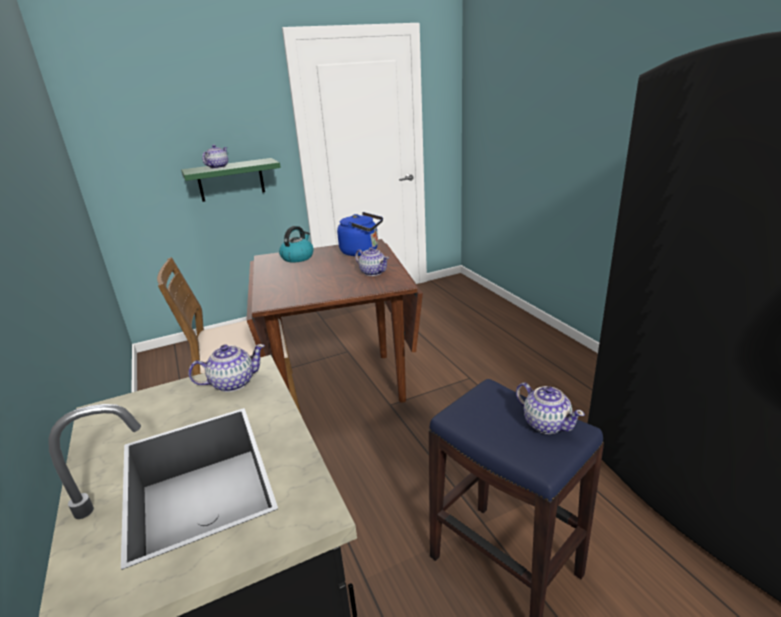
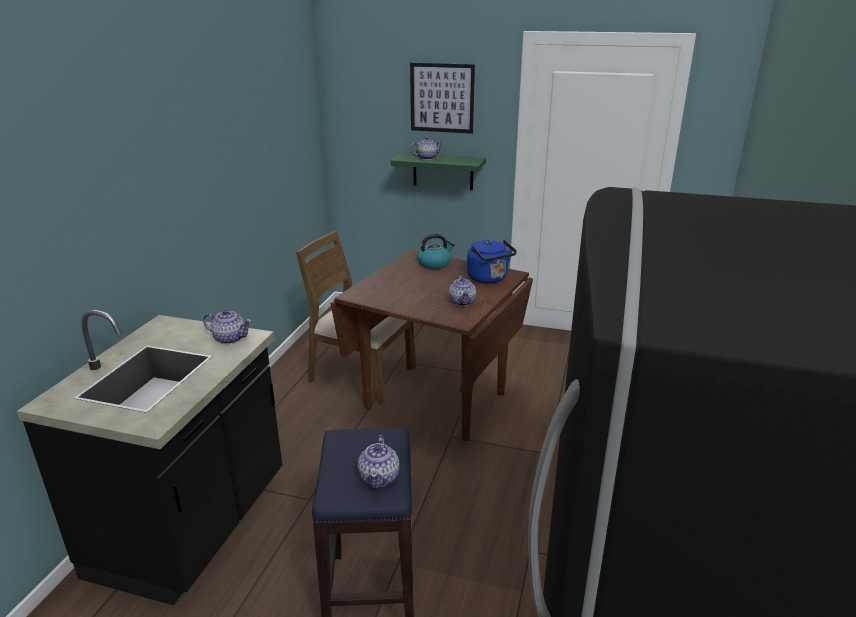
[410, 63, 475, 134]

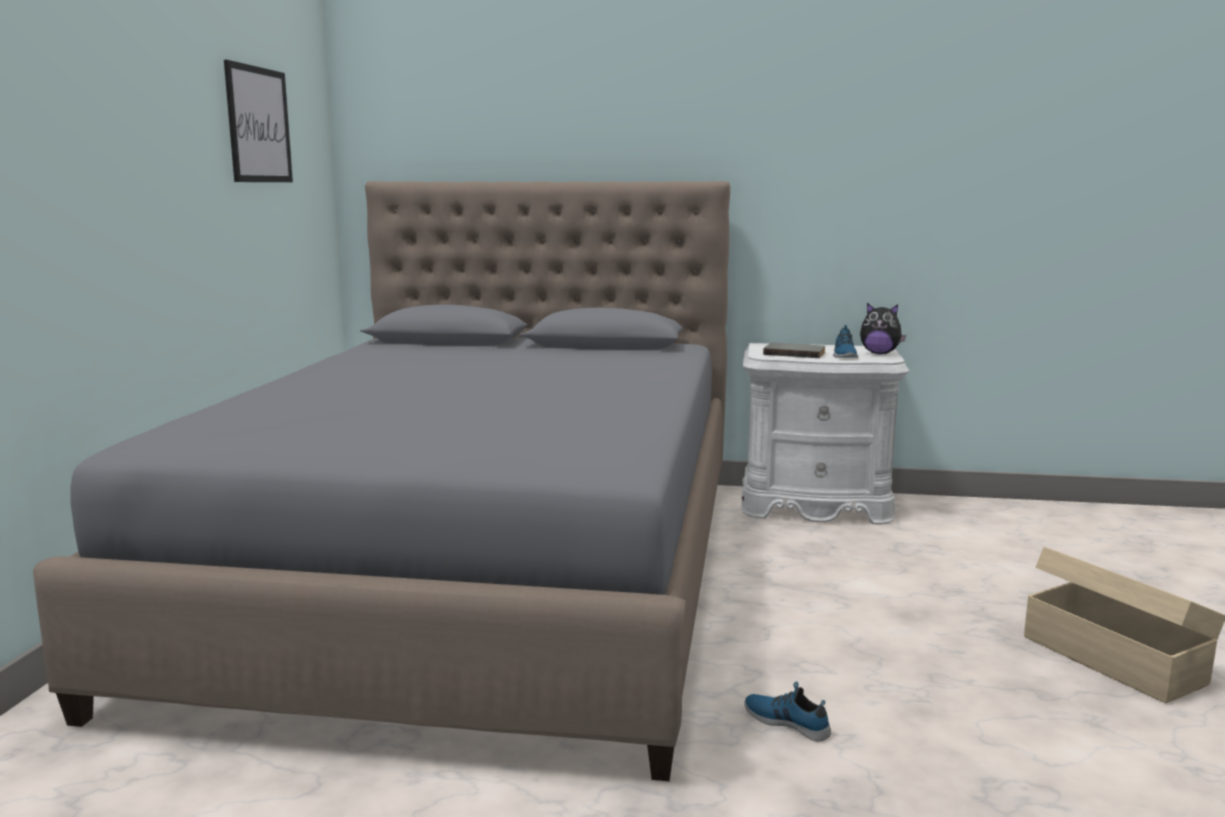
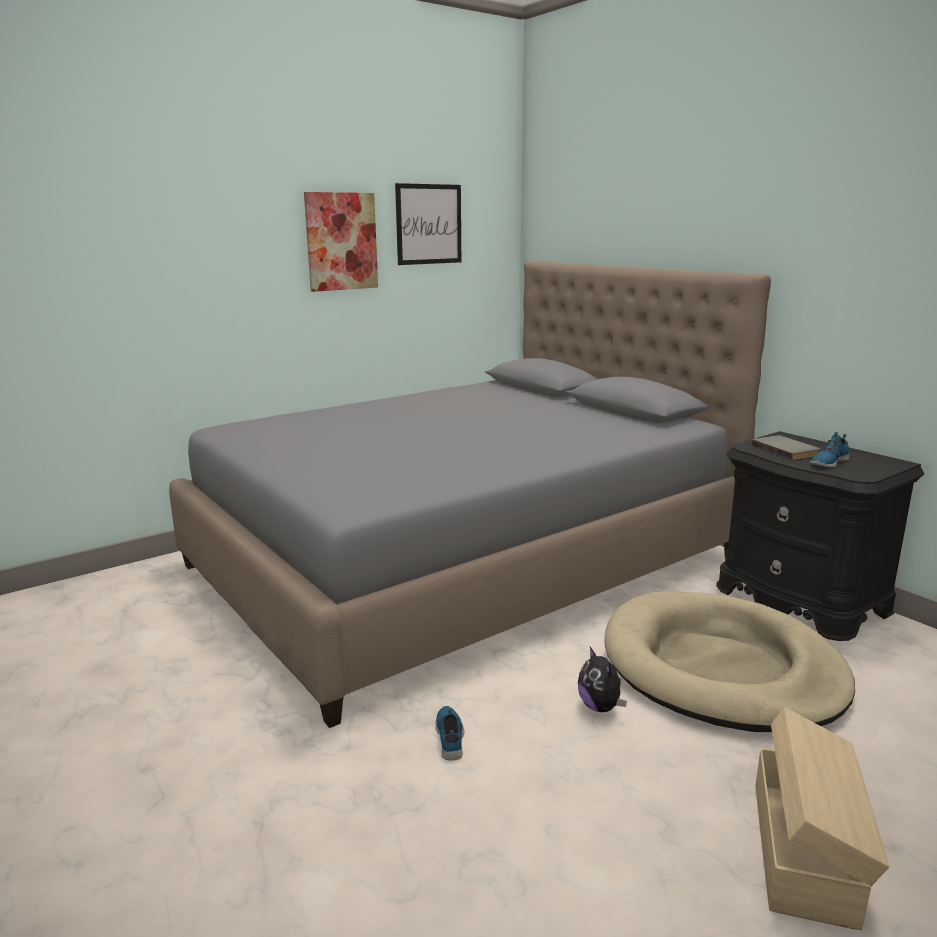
[578, 647, 627, 712]
[716, 431, 924, 641]
[304, 192, 378, 292]
[605, 591, 855, 732]

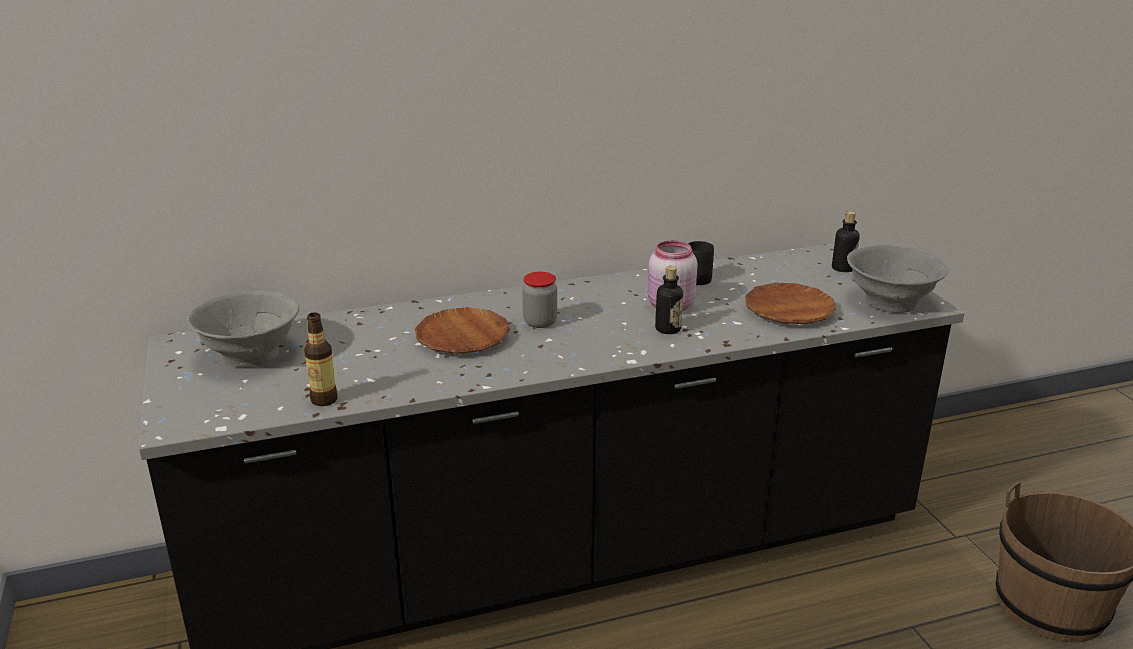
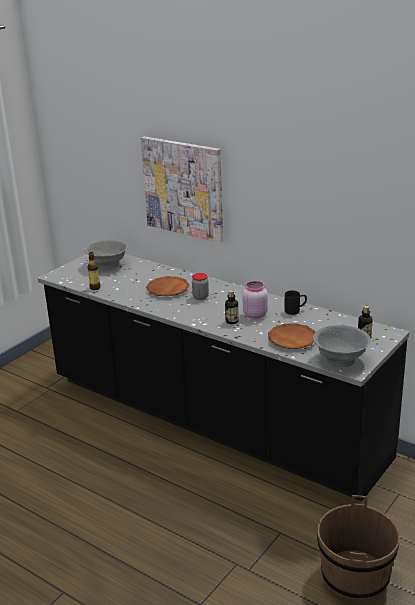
[141, 137, 223, 243]

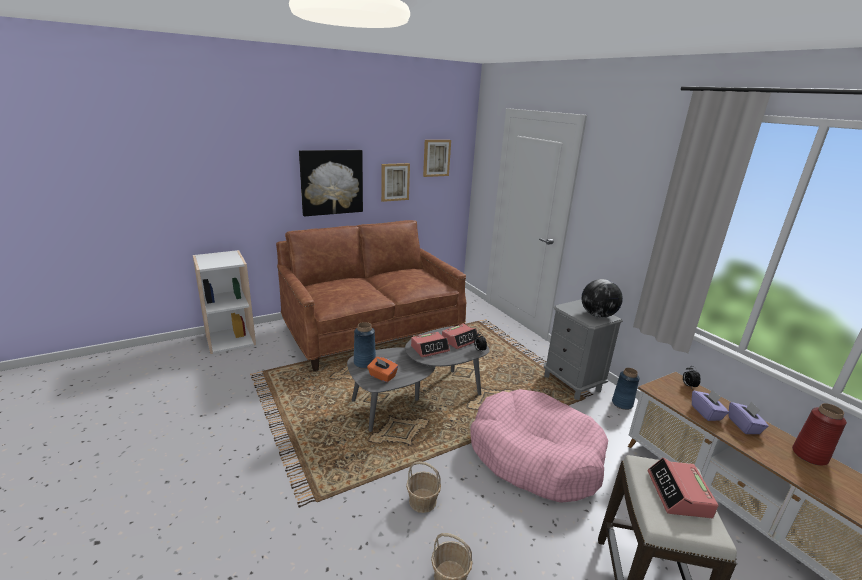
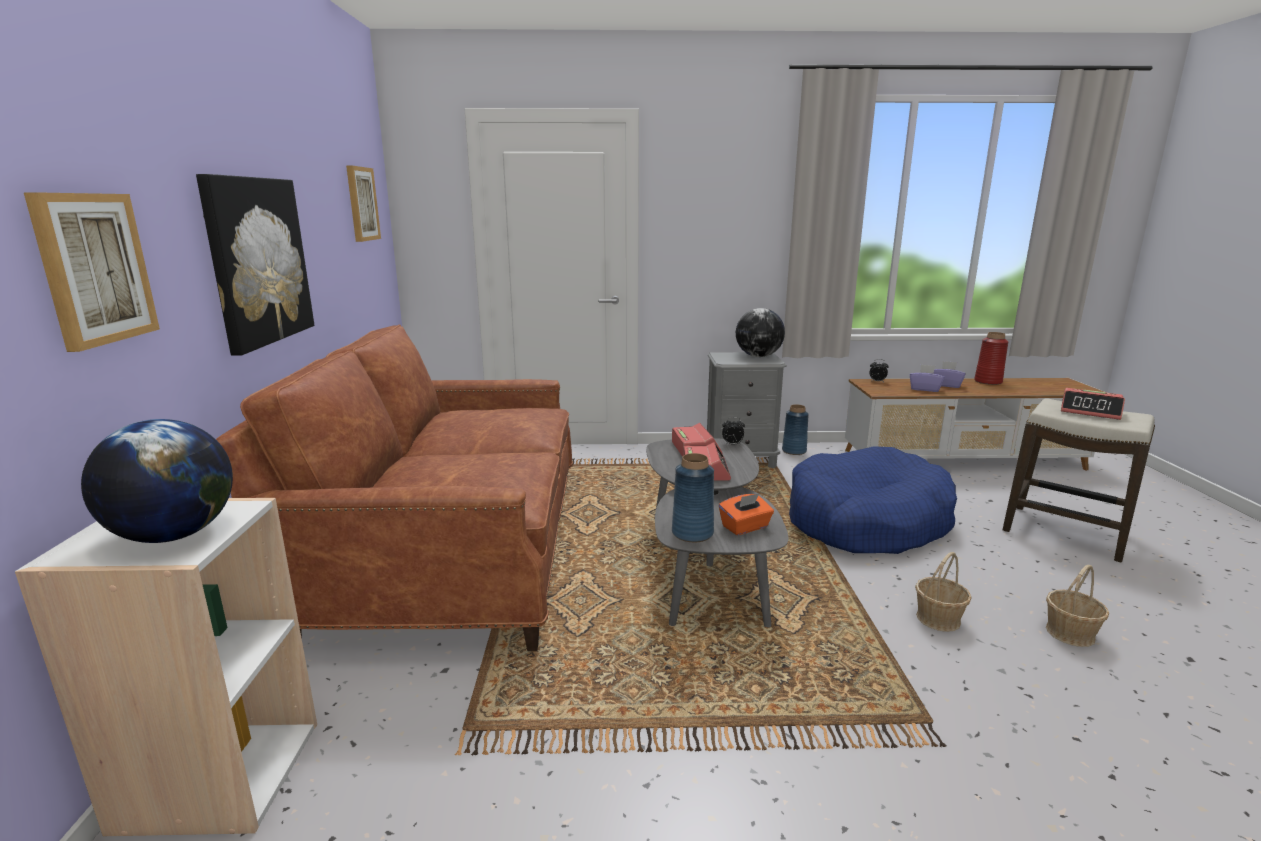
[24, 192, 160, 352]
[789, 446, 957, 554]
[81, 419, 233, 543]

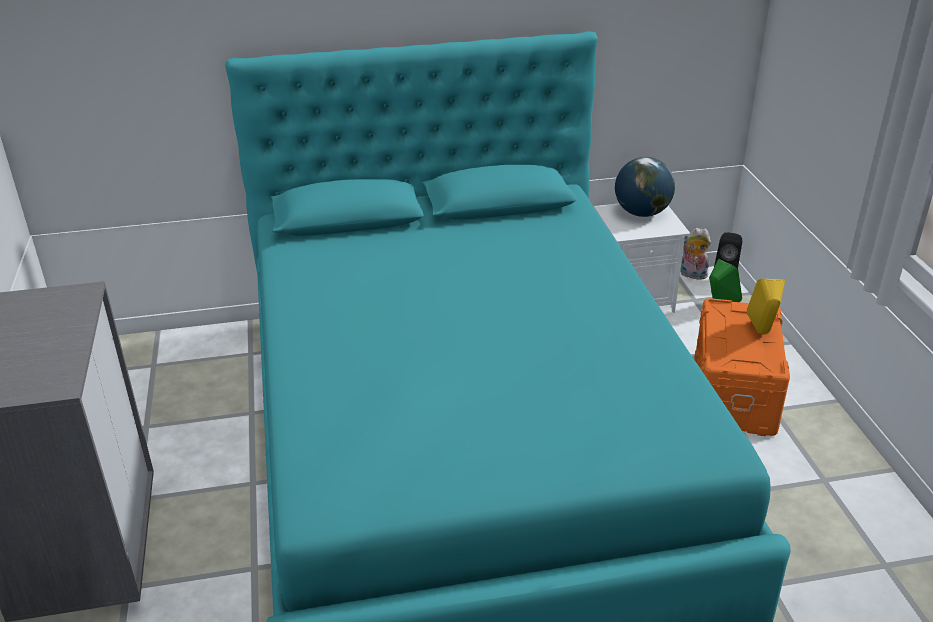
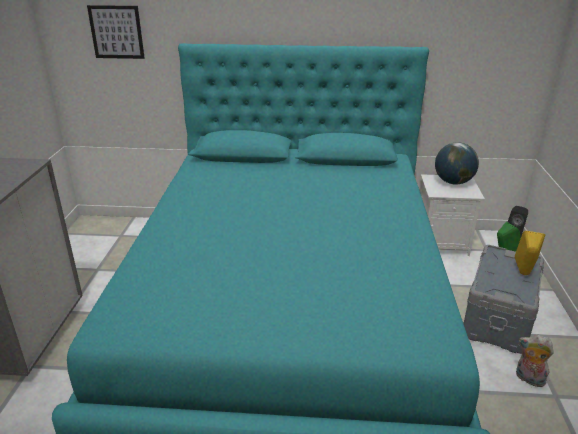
[516, 335, 554, 387]
[463, 245, 544, 354]
[87, 5, 145, 59]

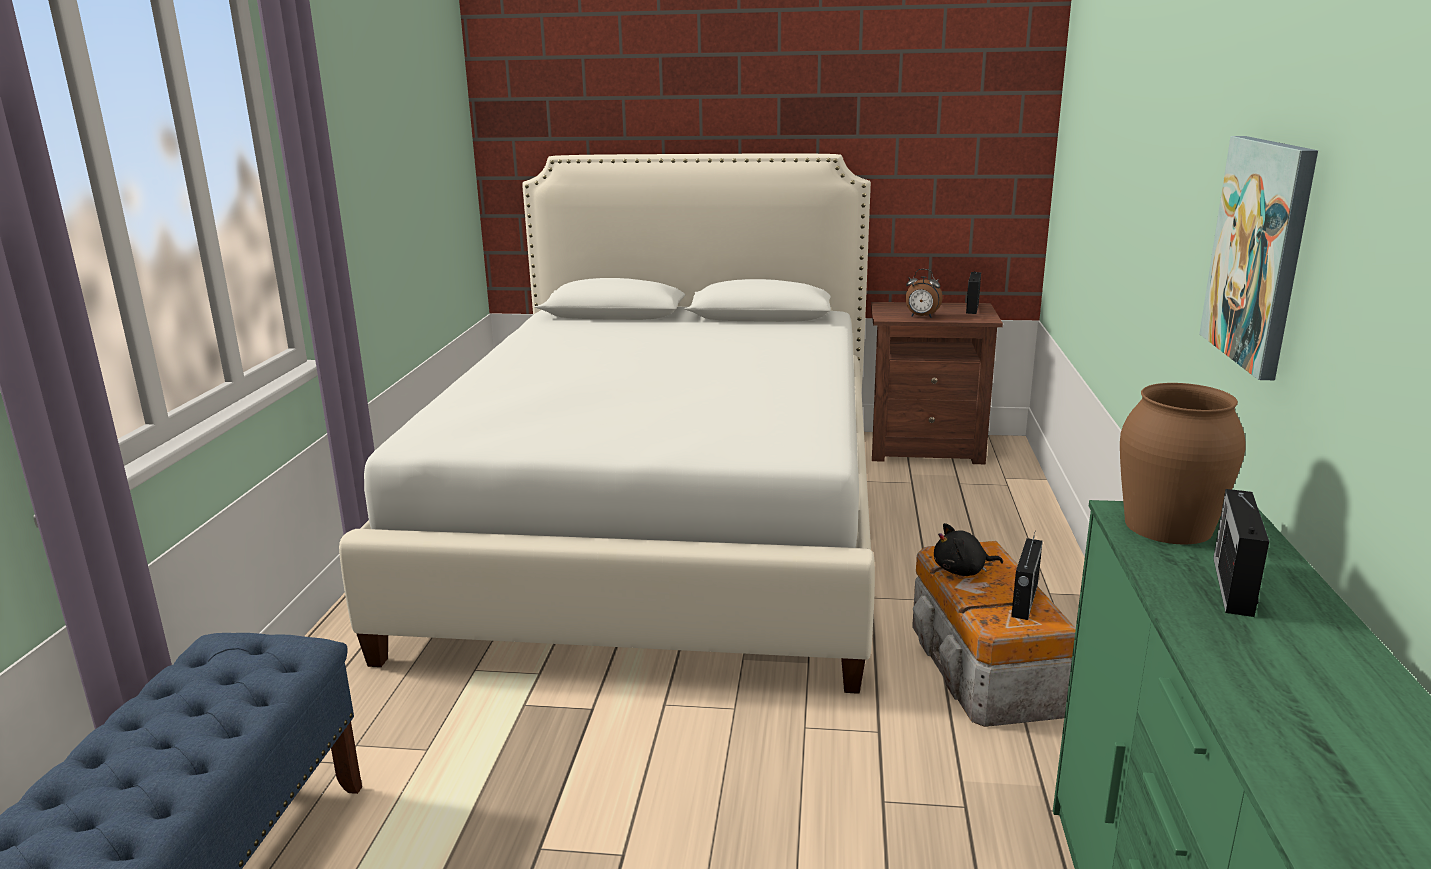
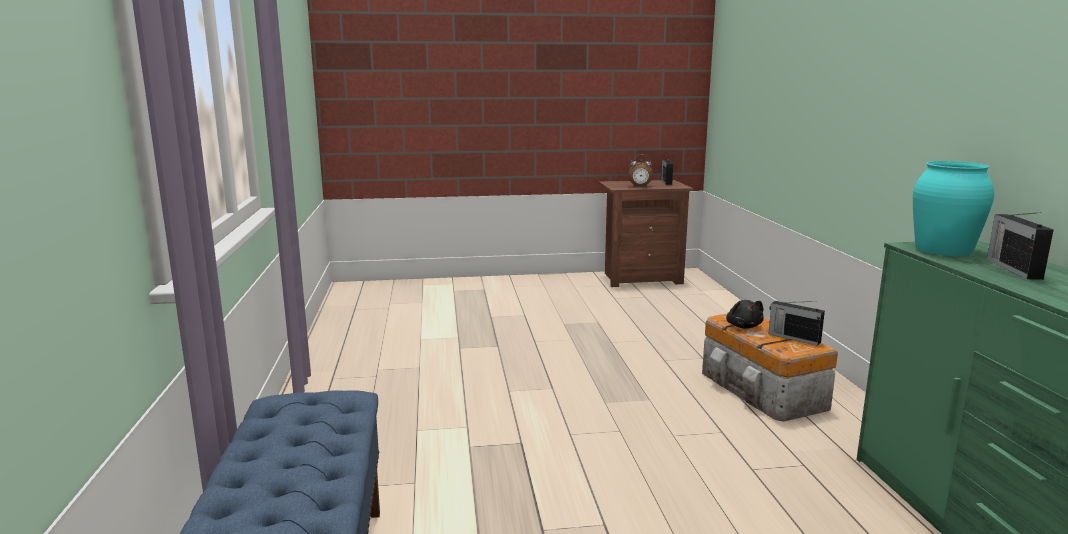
[1199, 136, 1318, 380] (first image)
[339, 153, 875, 694] (first image)
[913, 161, 994, 256]
[726, 300, 764, 329]
[769, 301, 825, 346]

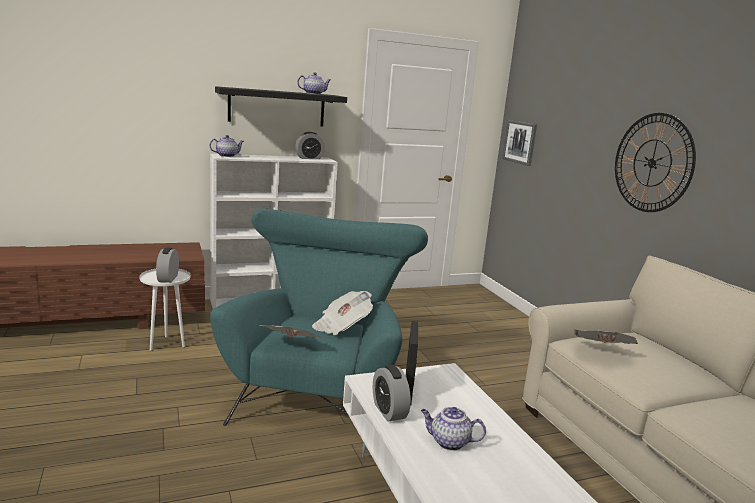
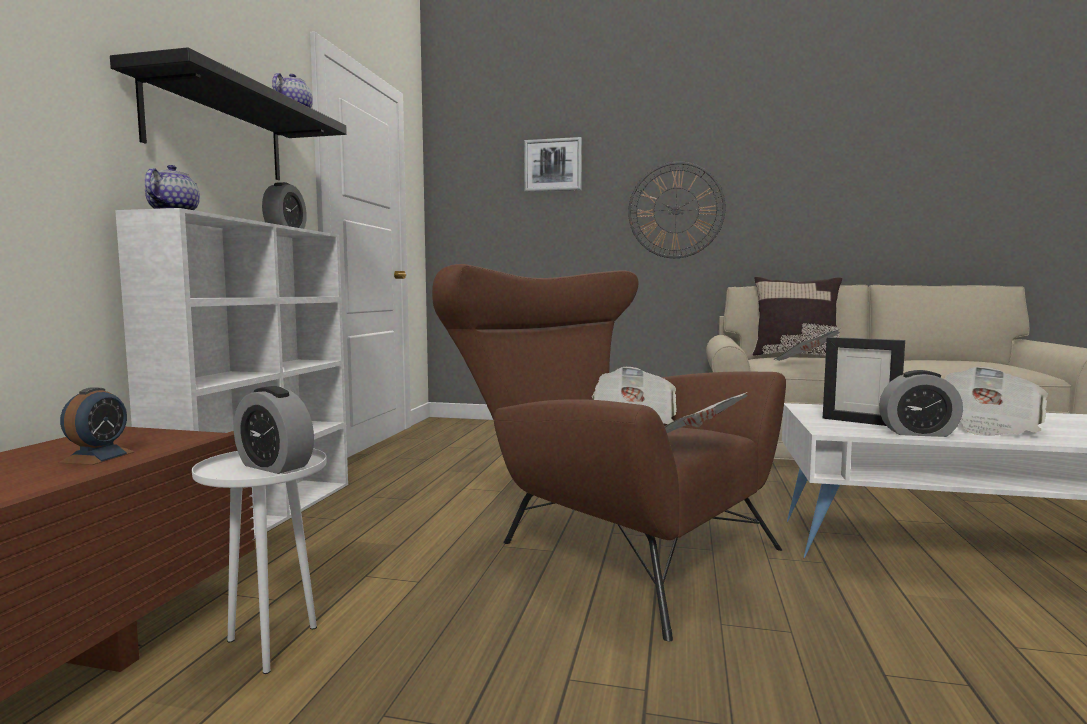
[524, 137, 582, 192]
[432, 264, 786, 641]
[945, 367, 1048, 436]
[752, 277, 842, 356]
[58, 387, 135, 465]

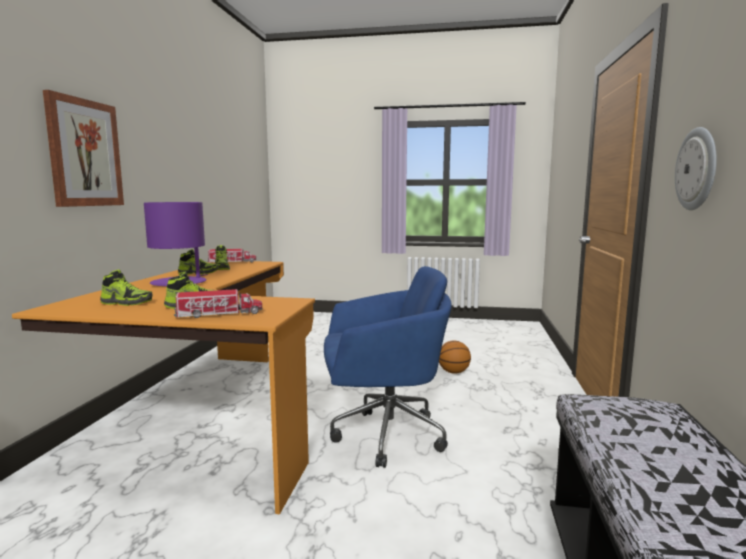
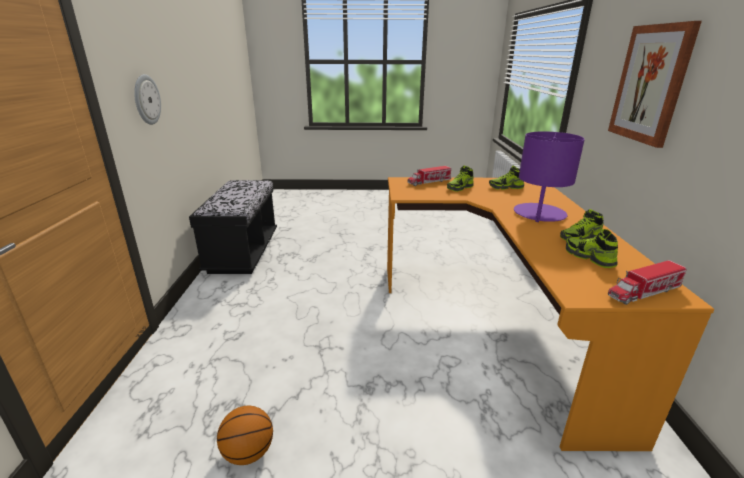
[324, 266, 452, 468] (first image)

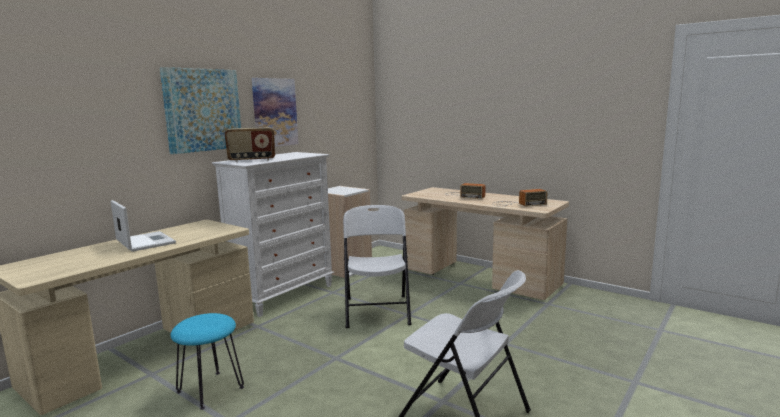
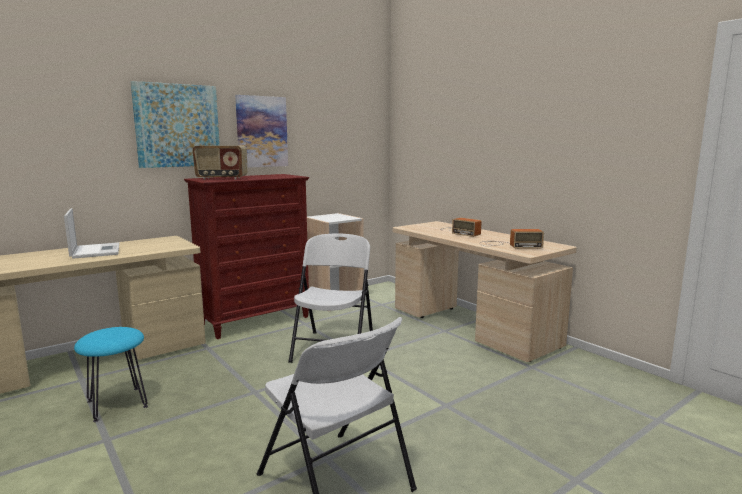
[184, 174, 309, 339]

